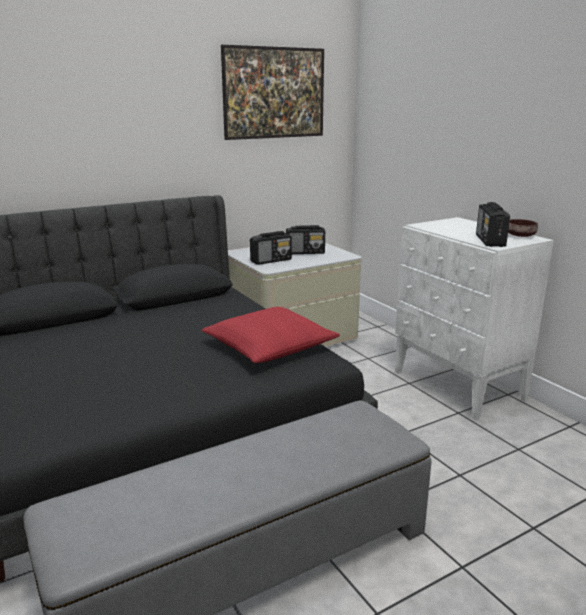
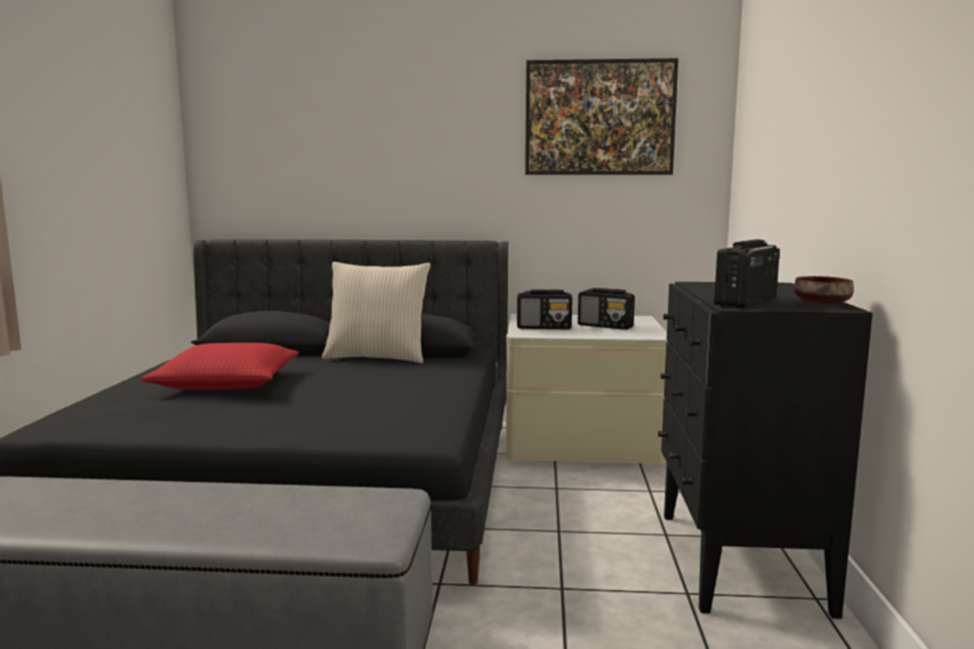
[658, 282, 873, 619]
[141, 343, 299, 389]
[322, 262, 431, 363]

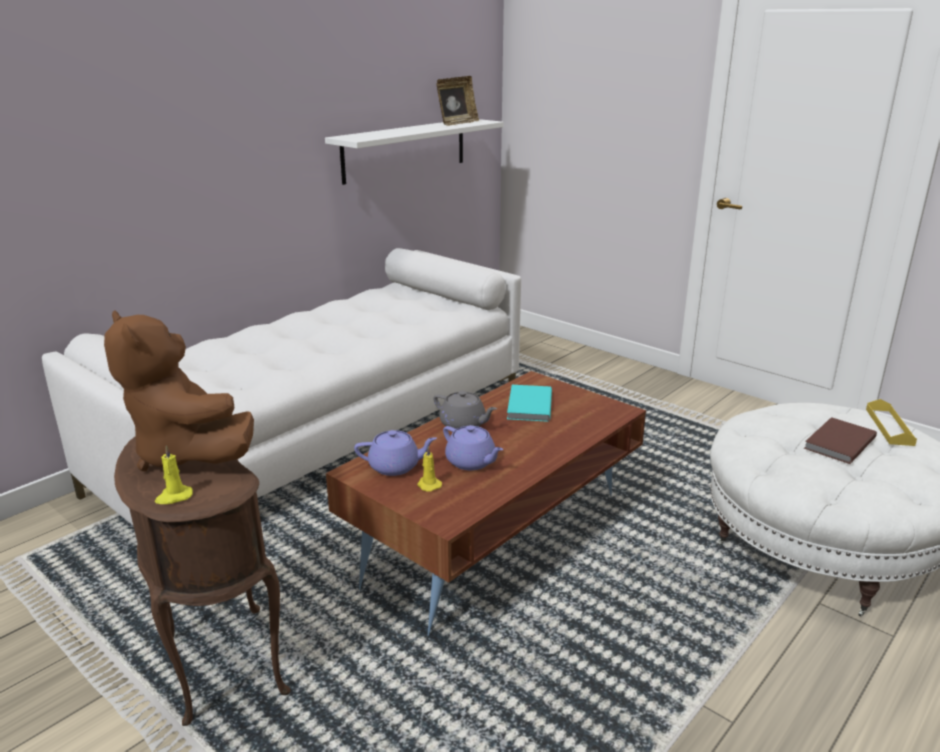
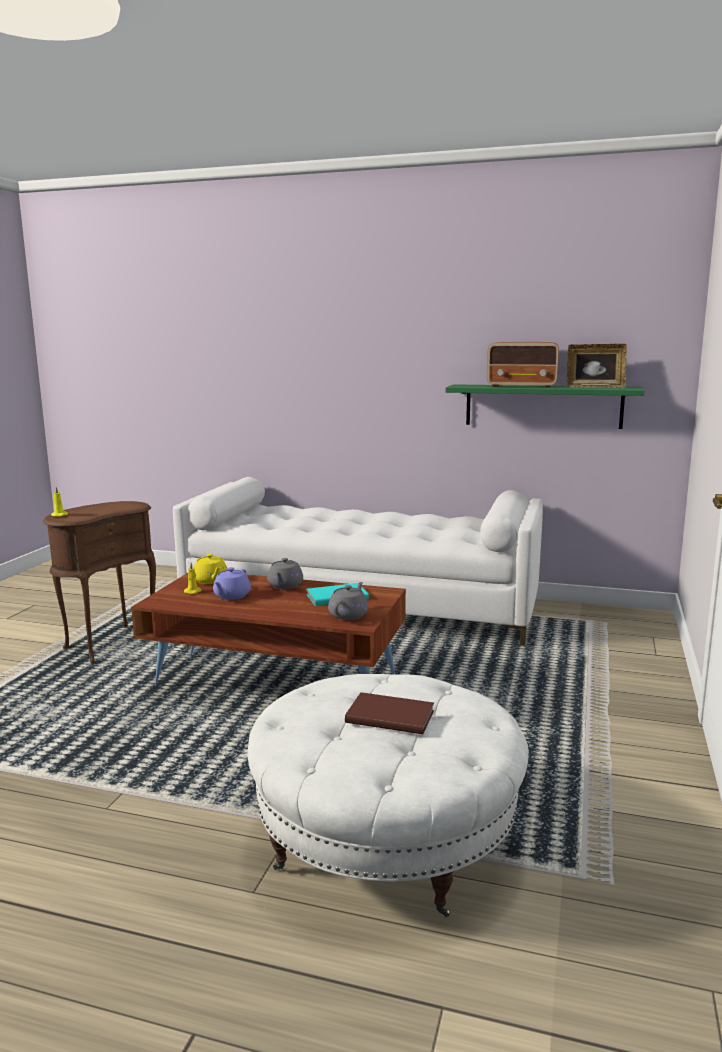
[445, 384, 644, 429]
[104, 310, 254, 471] (first image)
[866, 399, 917, 446] (first image)
[194, 554, 228, 584]
[487, 342, 559, 388]
[328, 582, 368, 620]

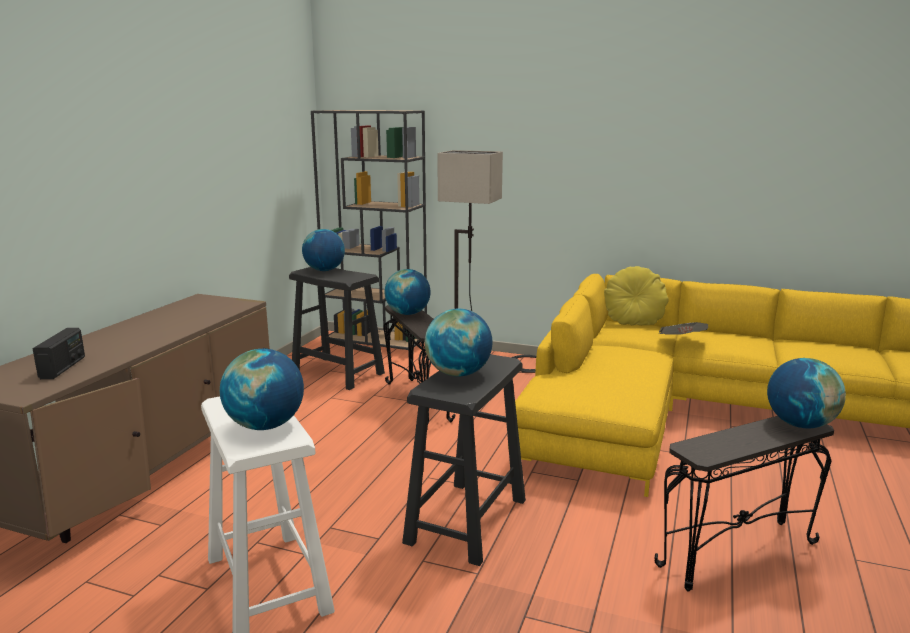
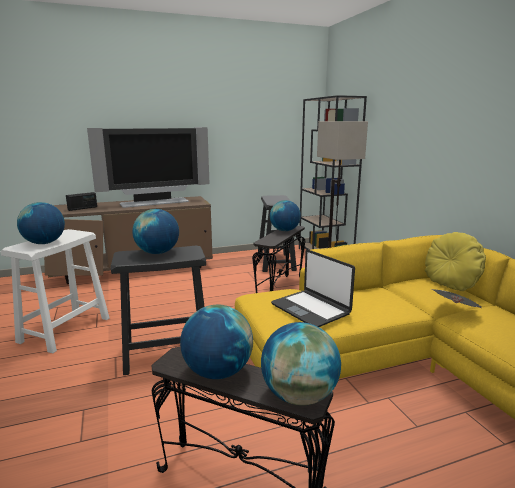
[180, 305, 253, 379]
[87, 127, 210, 208]
[271, 250, 355, 327]

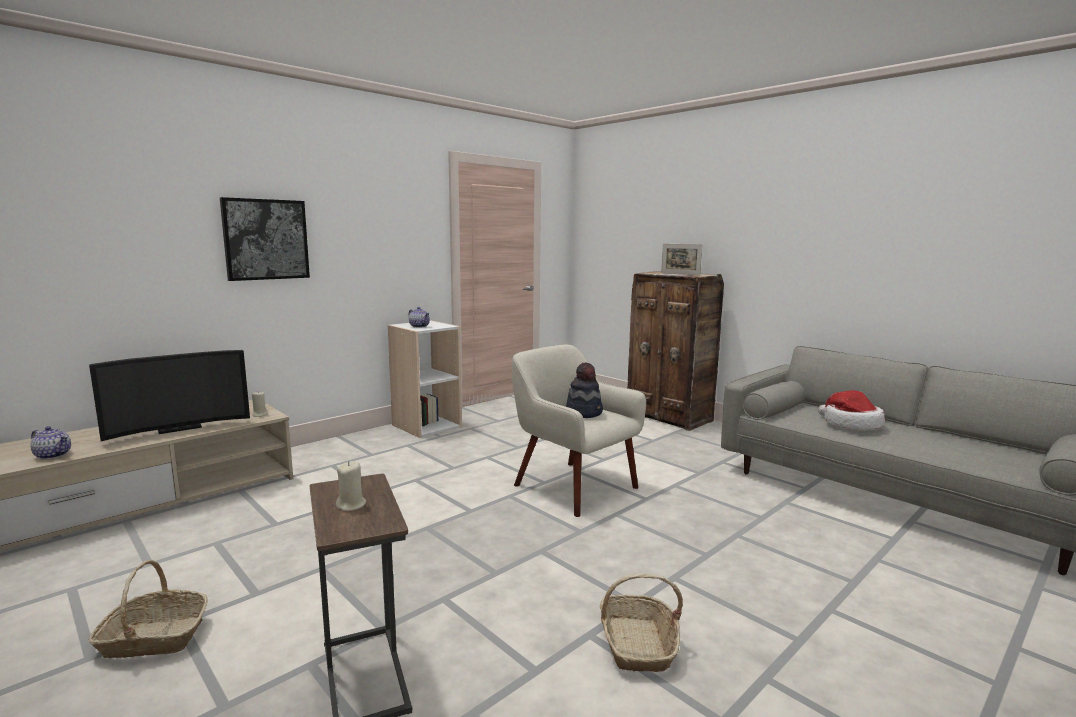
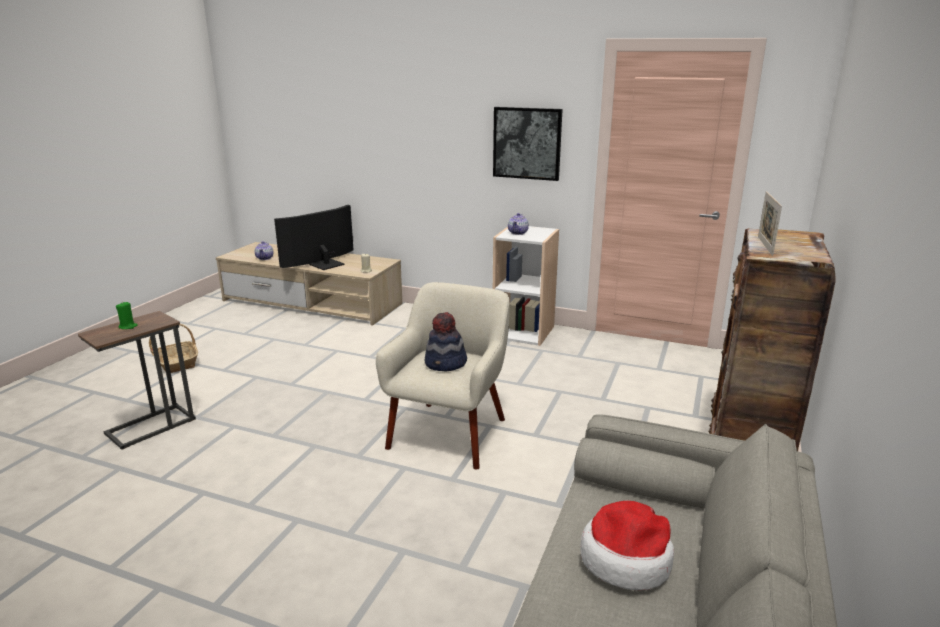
[493, 107, 563, 181]
[274, 205, 354, 270]
[116, 302, 138, 329]
[600, 573, 683, 672] (first image)

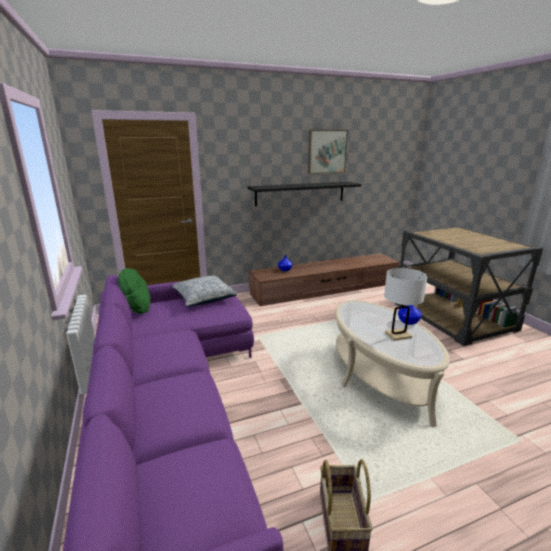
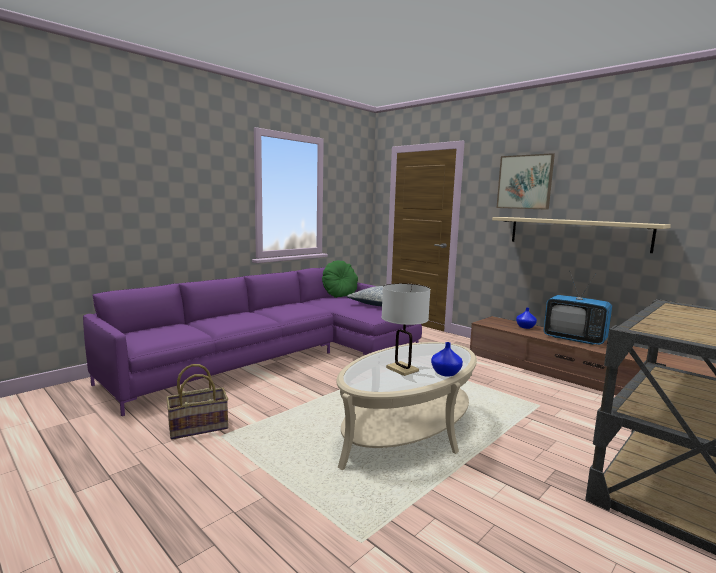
[497, 153, 555, 210]
[492, 217, 671, 253]
[544, 273, 612, 345]

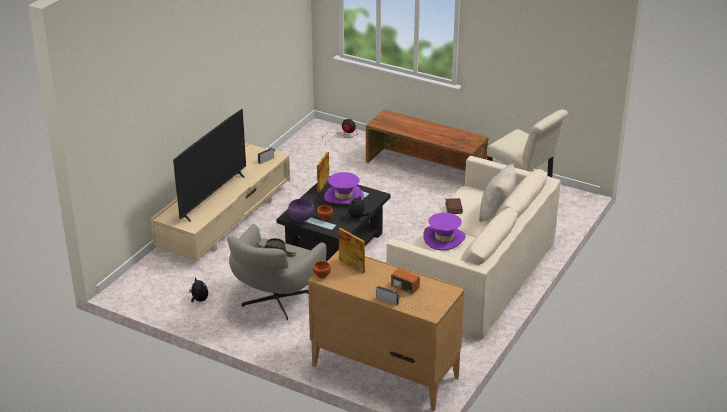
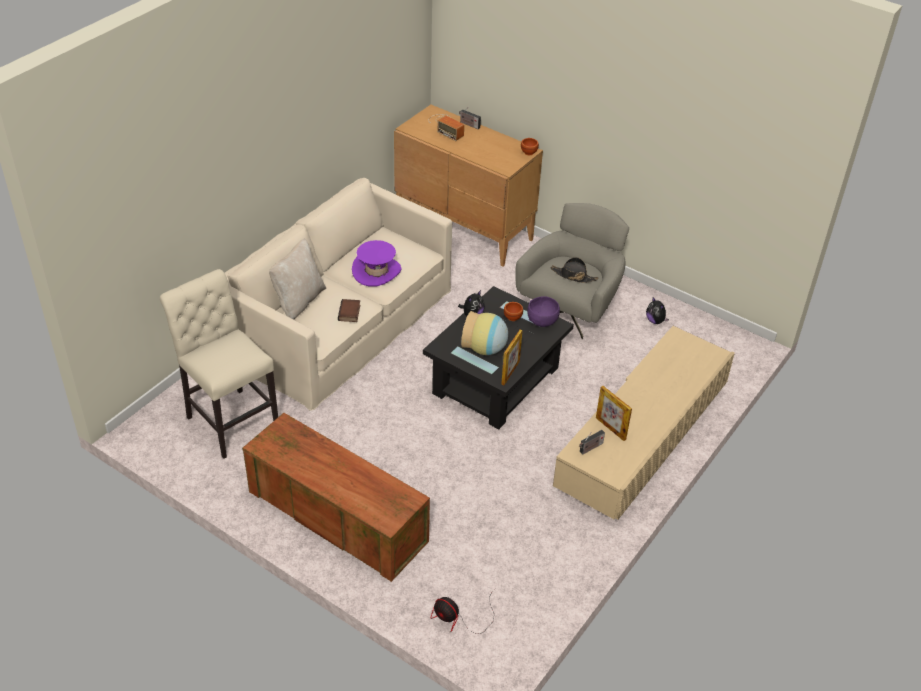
[173, 109, 246, 222] (first image)
[461, 311, 508, 355]
[596, 386, 632, 441]

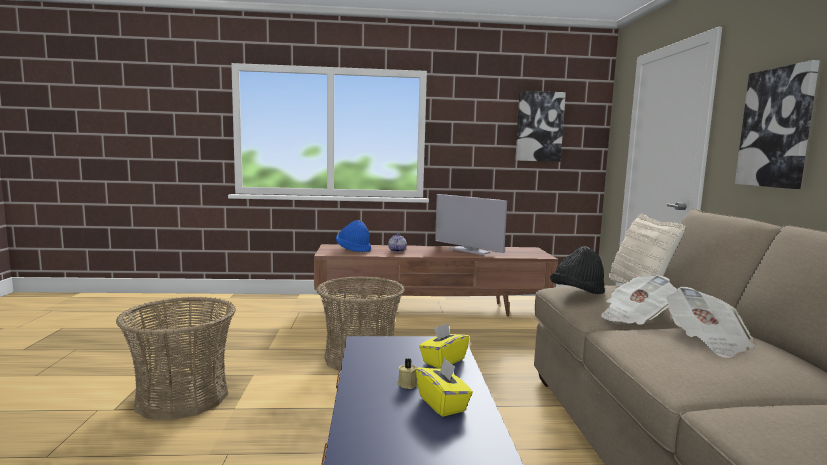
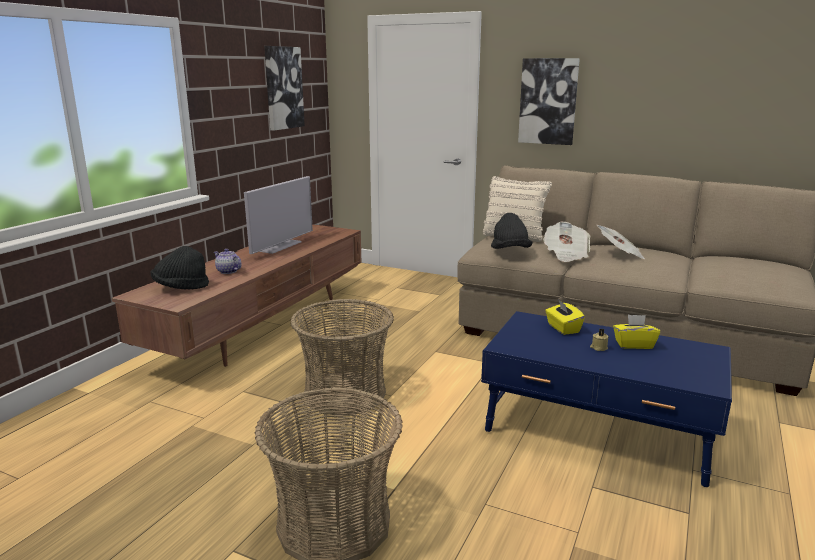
[244, 176, 313, 254]
[151, 246, 209, 290]

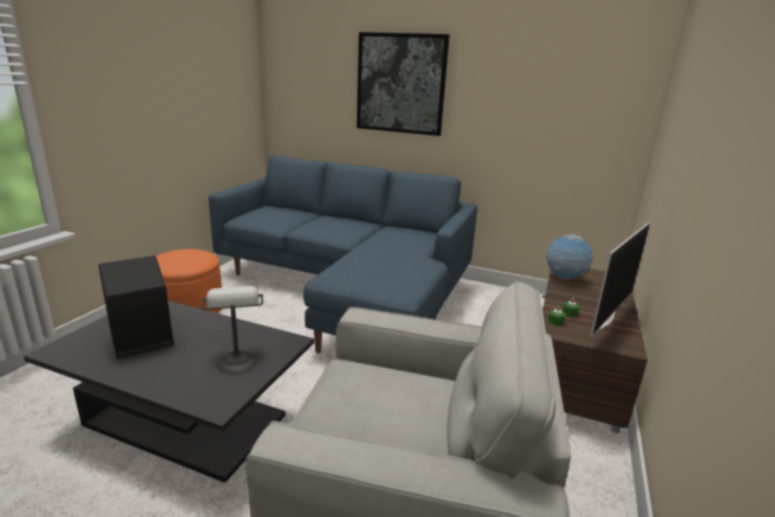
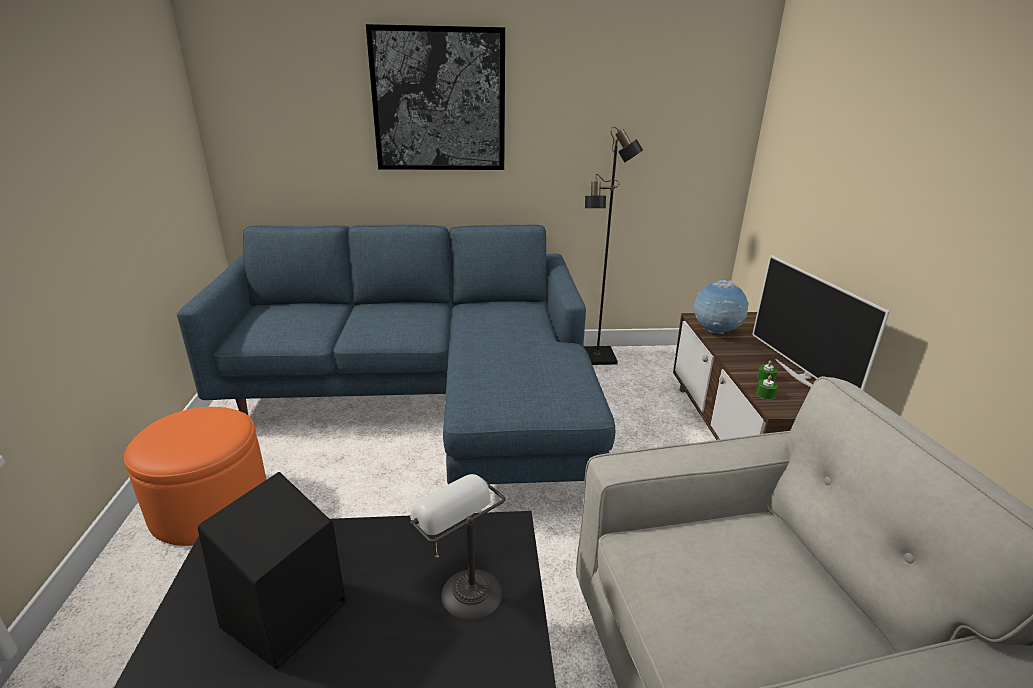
[752, 255, 890, 391]
[583, 127, 643, 365]

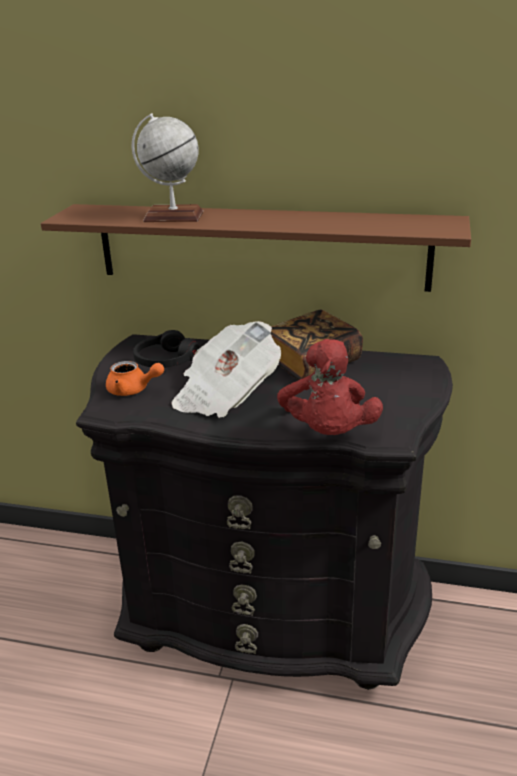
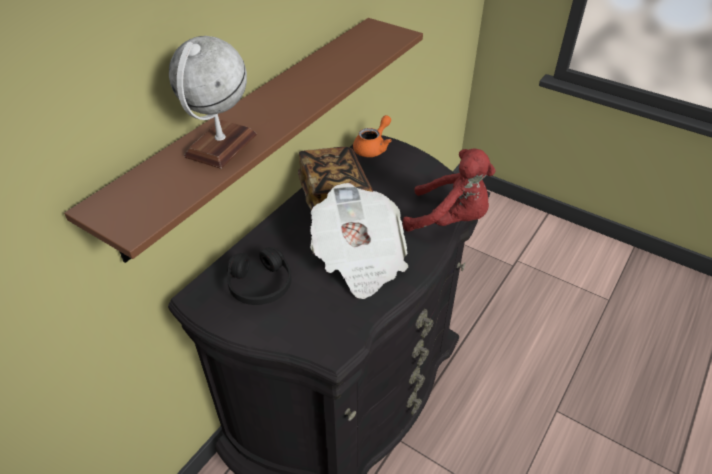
[353, 115, 392, 157]

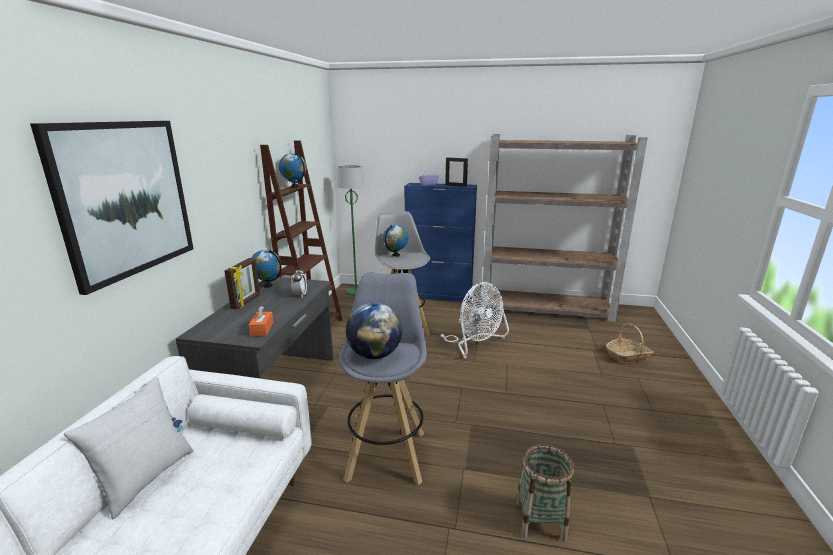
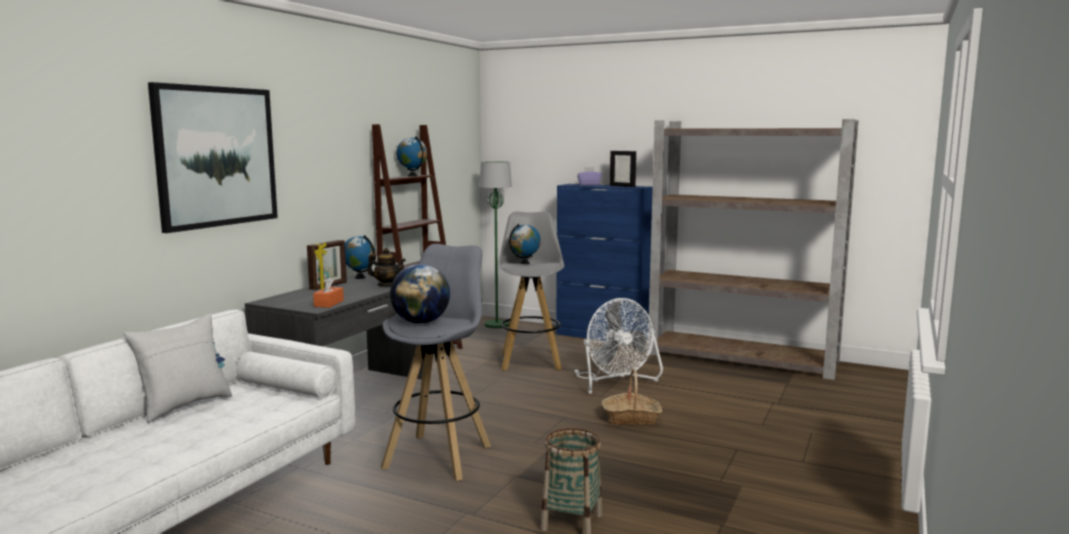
[367, 248, 406, 287]
[602, 369, 662, 425]

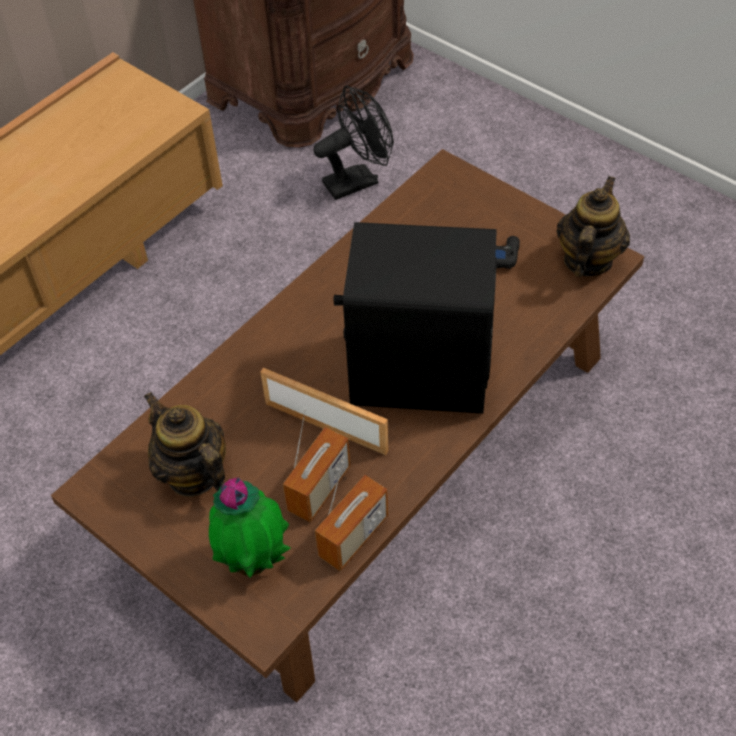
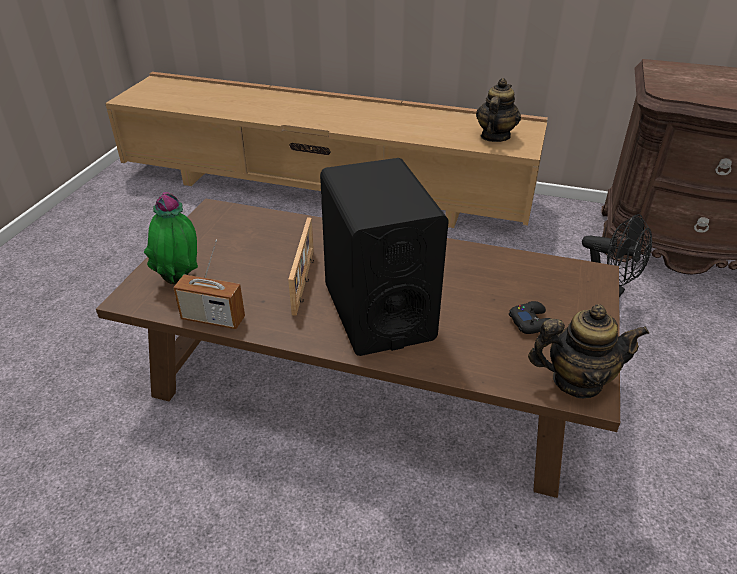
[476, 78, 521, 142]
[283, 409, 350, 522] (first image)

